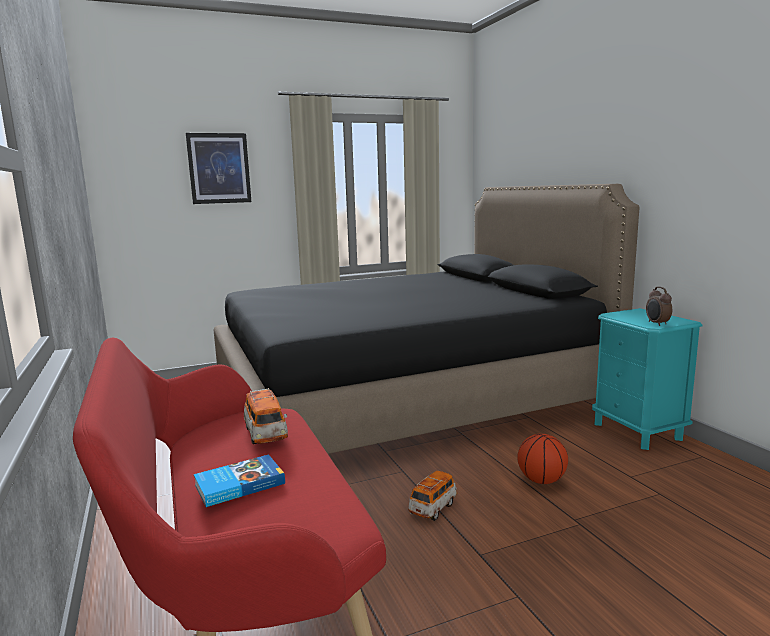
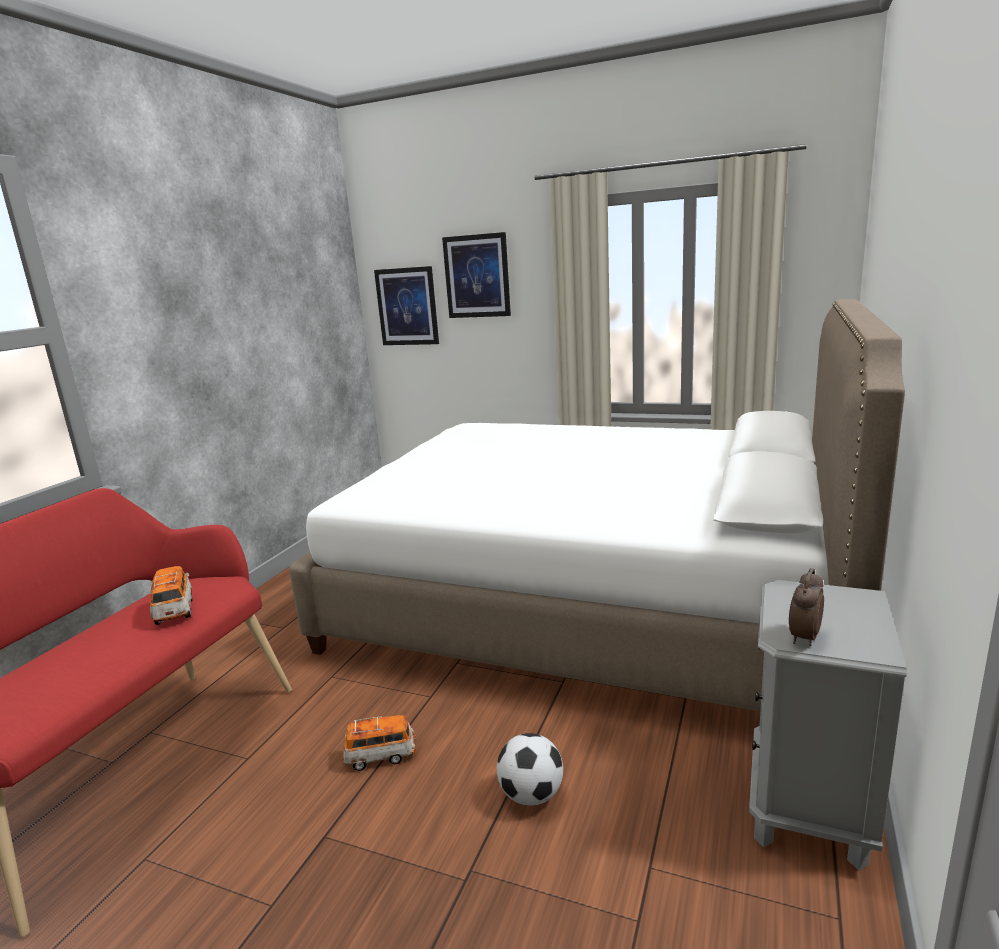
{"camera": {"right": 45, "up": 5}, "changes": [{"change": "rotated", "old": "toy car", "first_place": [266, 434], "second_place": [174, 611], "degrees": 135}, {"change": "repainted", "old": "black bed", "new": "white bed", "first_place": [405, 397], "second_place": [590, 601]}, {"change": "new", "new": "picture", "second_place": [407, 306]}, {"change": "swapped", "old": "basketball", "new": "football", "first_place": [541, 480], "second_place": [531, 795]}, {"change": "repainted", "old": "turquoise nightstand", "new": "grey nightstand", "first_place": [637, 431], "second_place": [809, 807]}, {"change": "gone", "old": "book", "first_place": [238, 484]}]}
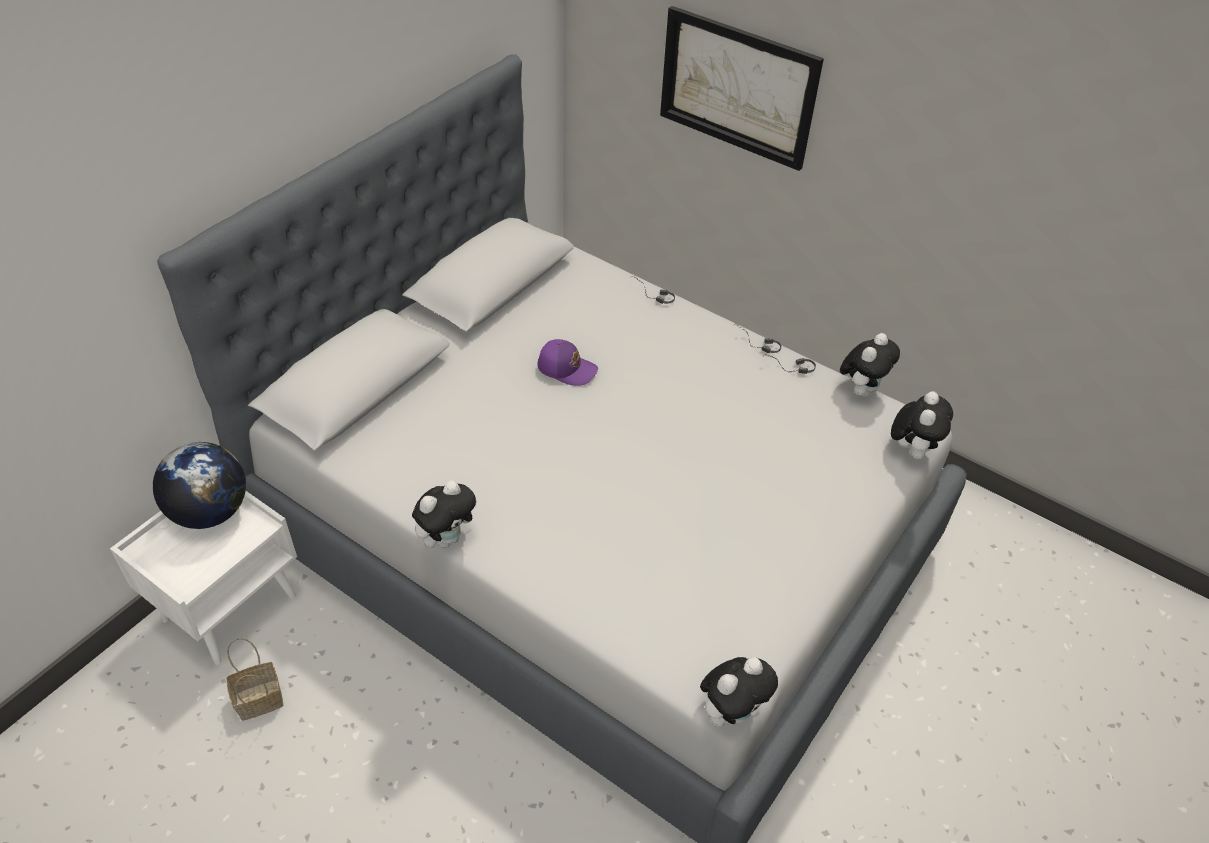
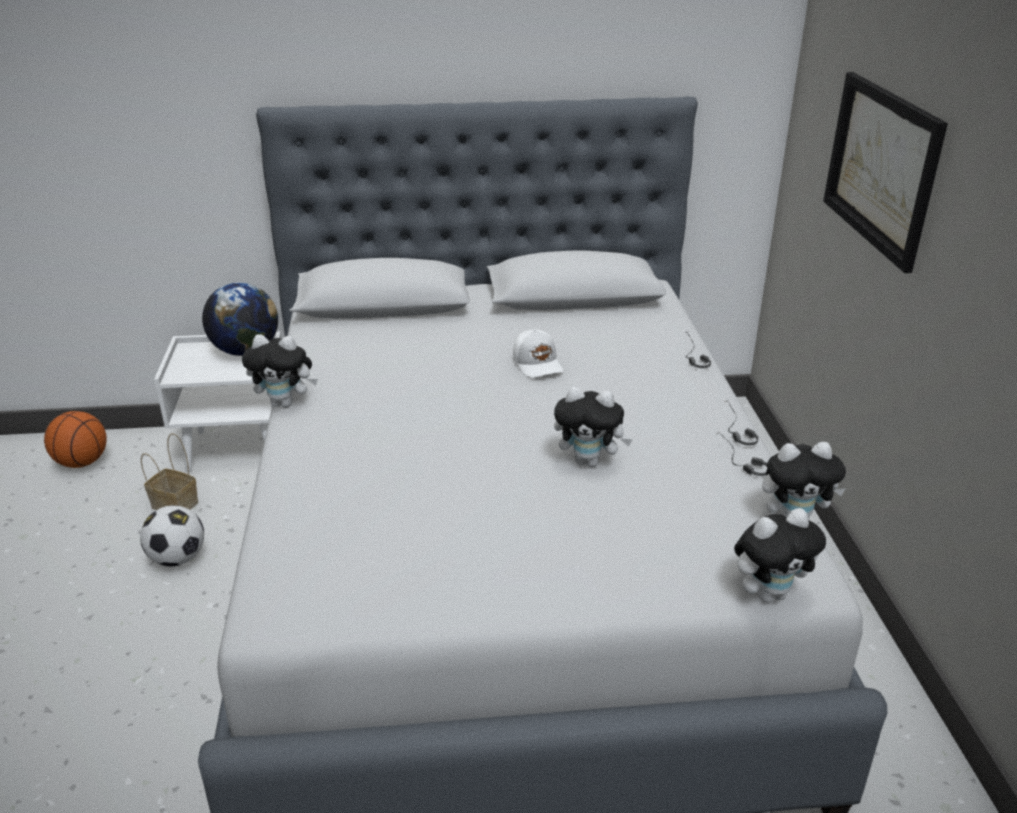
{"camera": {"right": 50, "up": -15}, "changes": [{"change": "new", "new": "basketball", "second_place": [82, 462]}, {"change": "new", "new": "football", "second_place": [178, 558]}, {"change": "repainted", "old": "purple cap", "new": "white cap", "first_place": [567, 368], "second_place": [538, 363]}, {"change": "shifted", "old": "plush toy", "first_place": [731, 712], "second_place": [589, 461]}]}
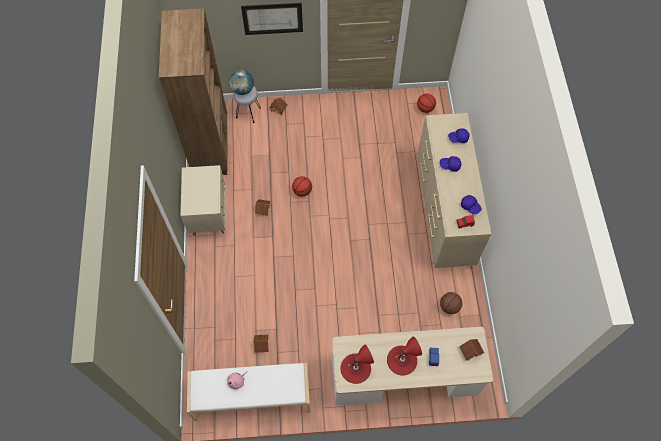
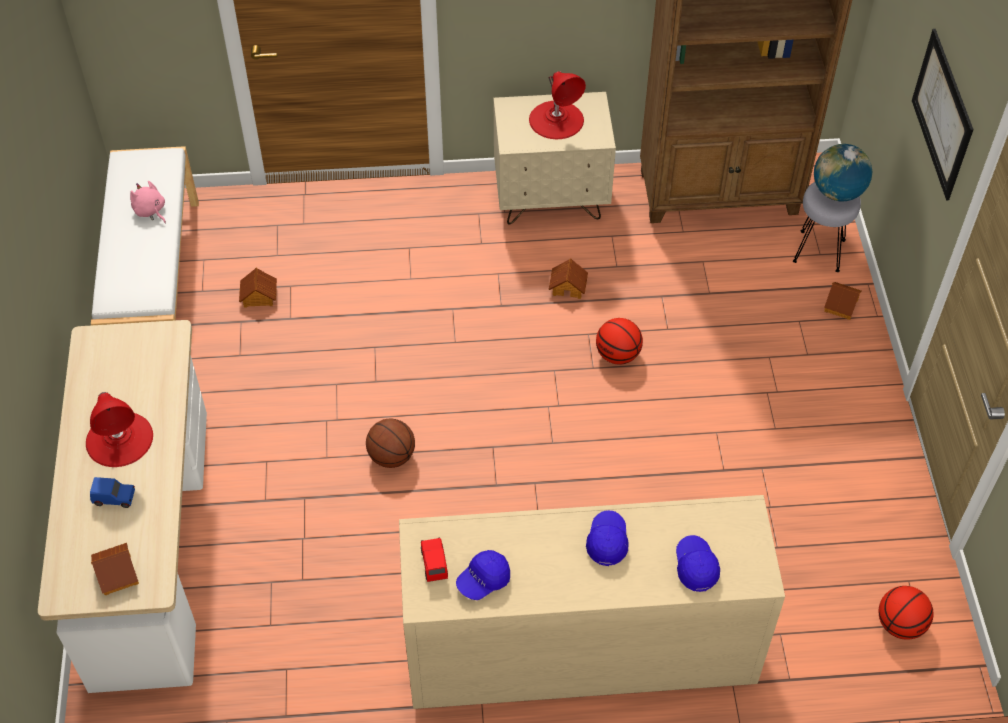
{"camera": {"right": 90, "up": -10}, "changes": [{"change": "shifted", "old": "basketball", "first_place": [449, 307], "second_place": [391, 456]}, {"change": "shifted", "old": "red table lamp", "first_place": [355, 368], "second_place": [556, 120]}]}
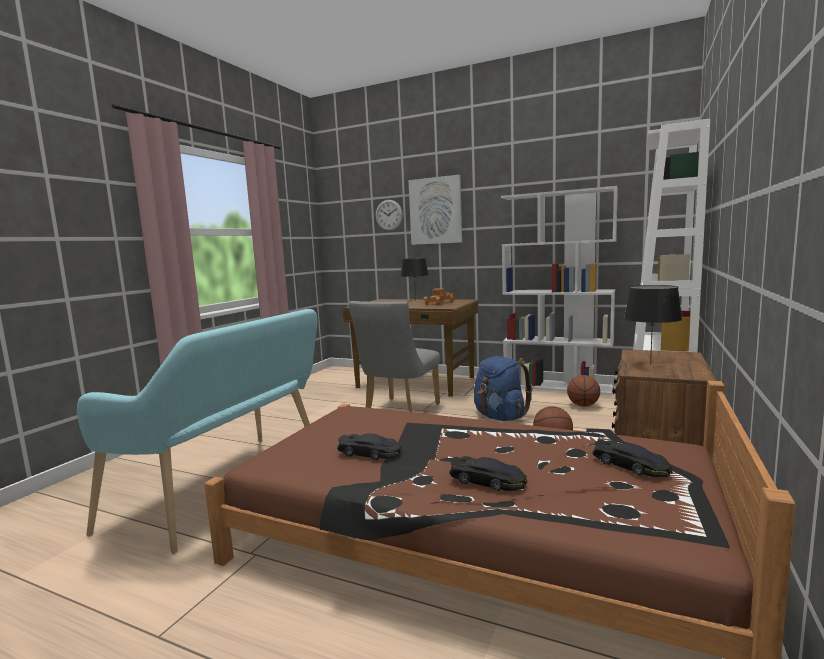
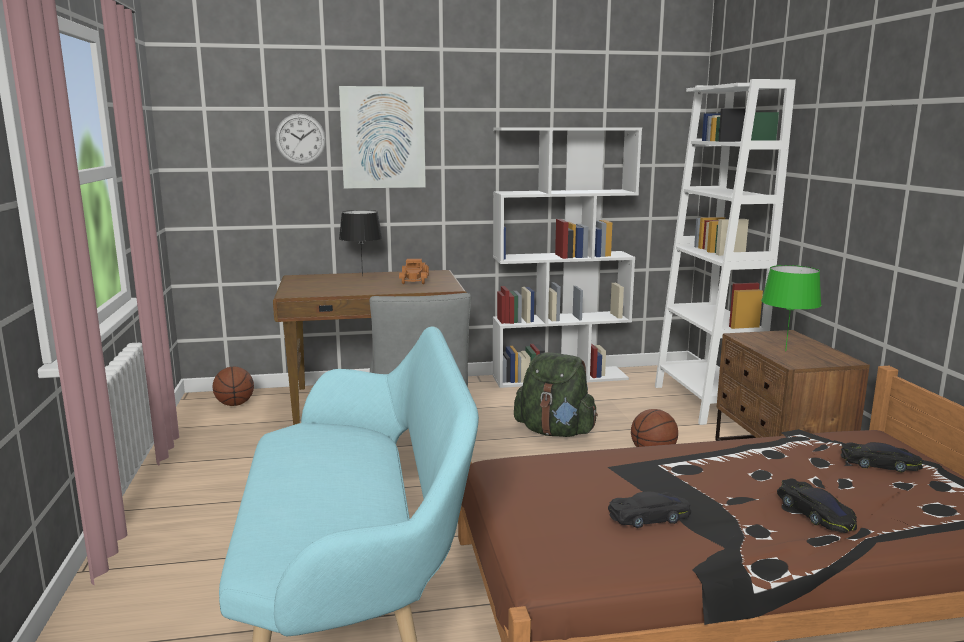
{"camera": {"right": -35, "up": 5}, "changes": [{"change": "shifted", "old": "basketball", "first_place": [583, 405], "second_place": [234, 404]}, {"change": "repainted", "old": "blue backpack", "new": "green backpack", "first_place": [500, 417], "second_place": [555, 432]}, {"change": "repainted", "old": "black table lamp", "new": "green table lamp", "first_place": [651, 364], "second_place": [786, 351]}, {"change": "rotated", "old": "black toy car", "first_place": [487, 480], "second_place": [815, 513], "degrees": 75}]}
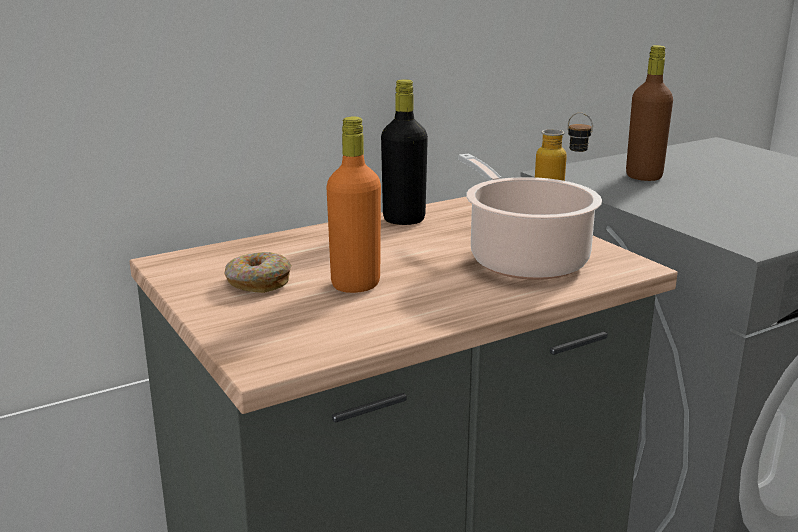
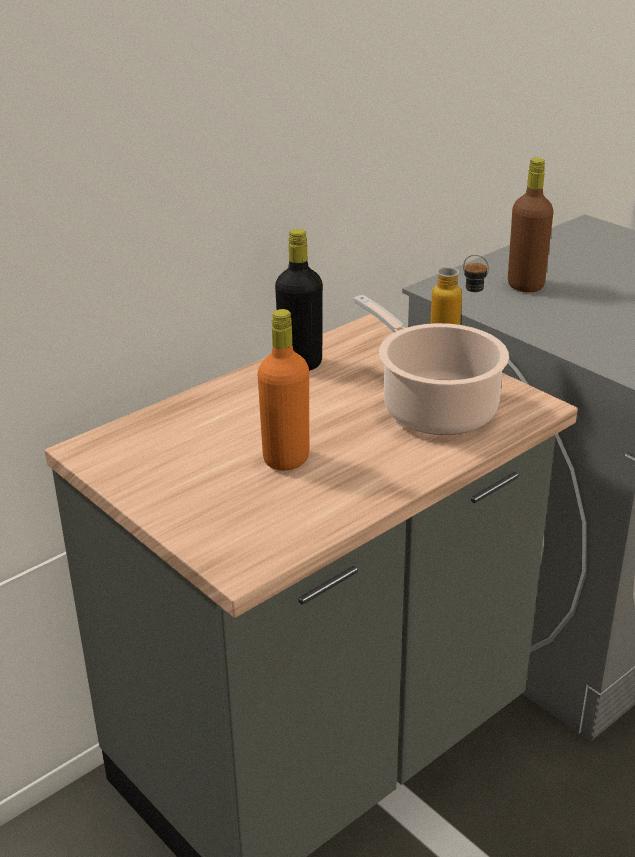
{"camera": {"right": -10, "up": 10}, "changes": [{"change": "gone", "old": "donut", "first_place": [257, 283]}]}
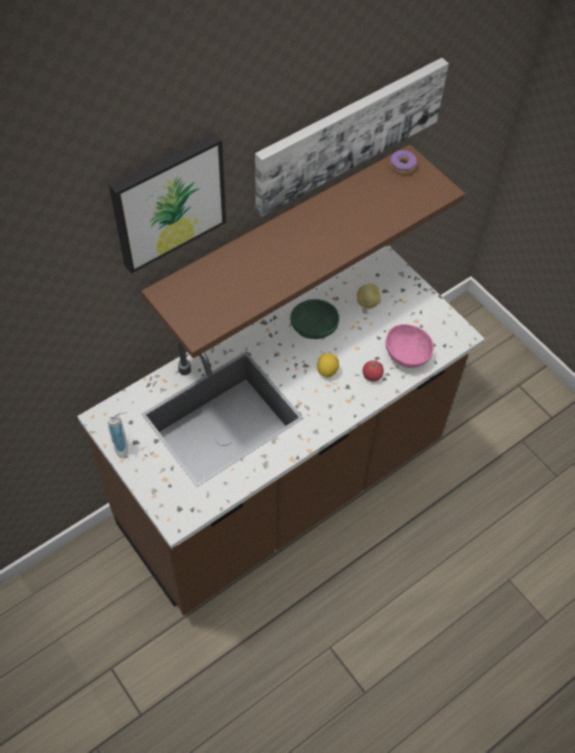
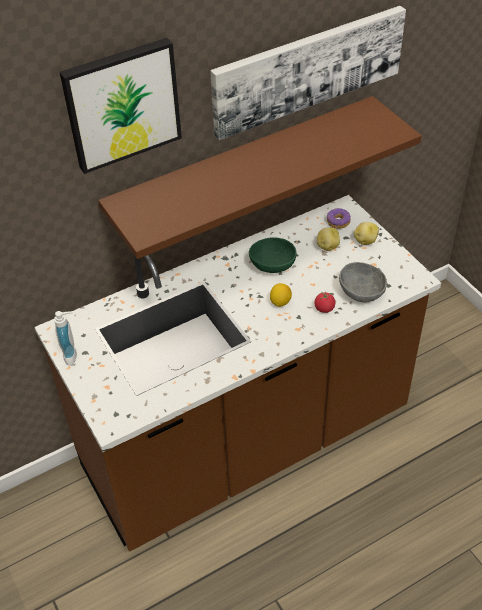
{"camera": {"right": 10, "up": -10}, "changes": [{"change": "shifted", "old": "donut", "first_place": [402, 166], "second_place": [338, 222]}, {"change": "repainted", "old": "pink bowl", "new": "grey bowl", "first_place": [407, 354], "second_place": [362, 292]}, {"change": "new", "new": "potato", "second_place": [365, 240]}]}
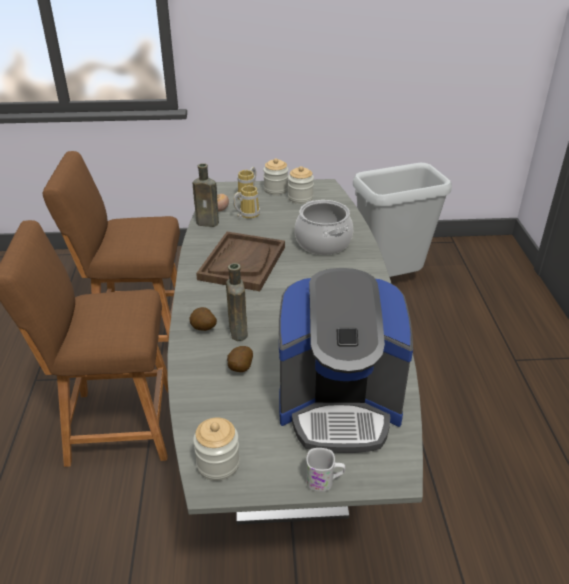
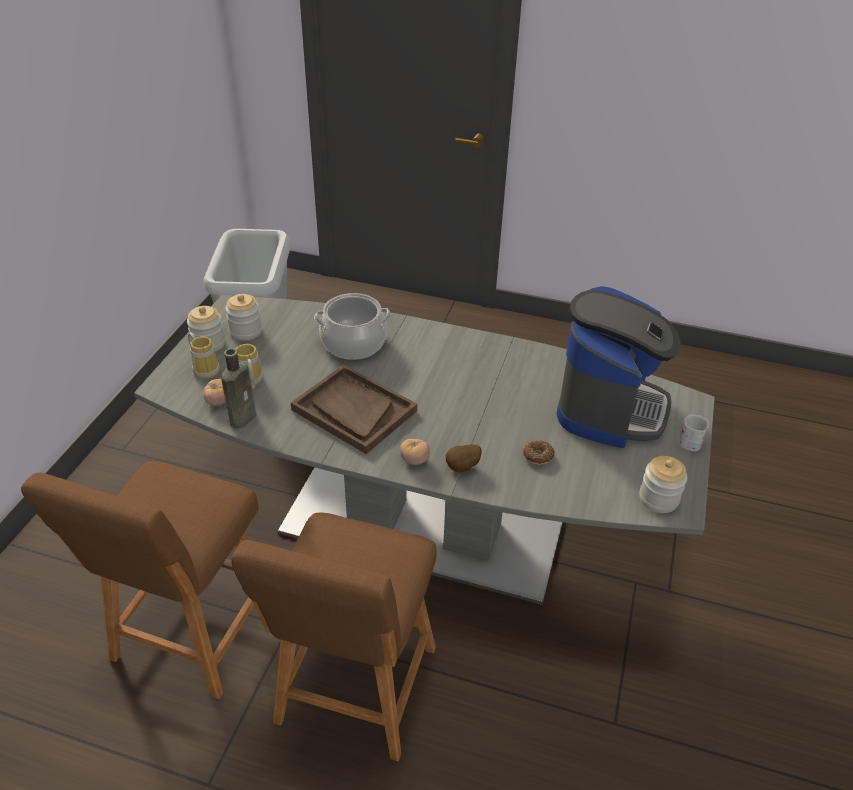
{"camera": {"right": -70, "up": 5}, "changes": [{"change": "new", "new": "tomato", "second_place": [414, 460]}, {"change": "swapped", "old": "potato", "new": "donut", "first_place": [239, 369], "second_place": [538, 456]}, {"change": "gone", "old": "brown bottle", "first_place": [237, 330]}]}
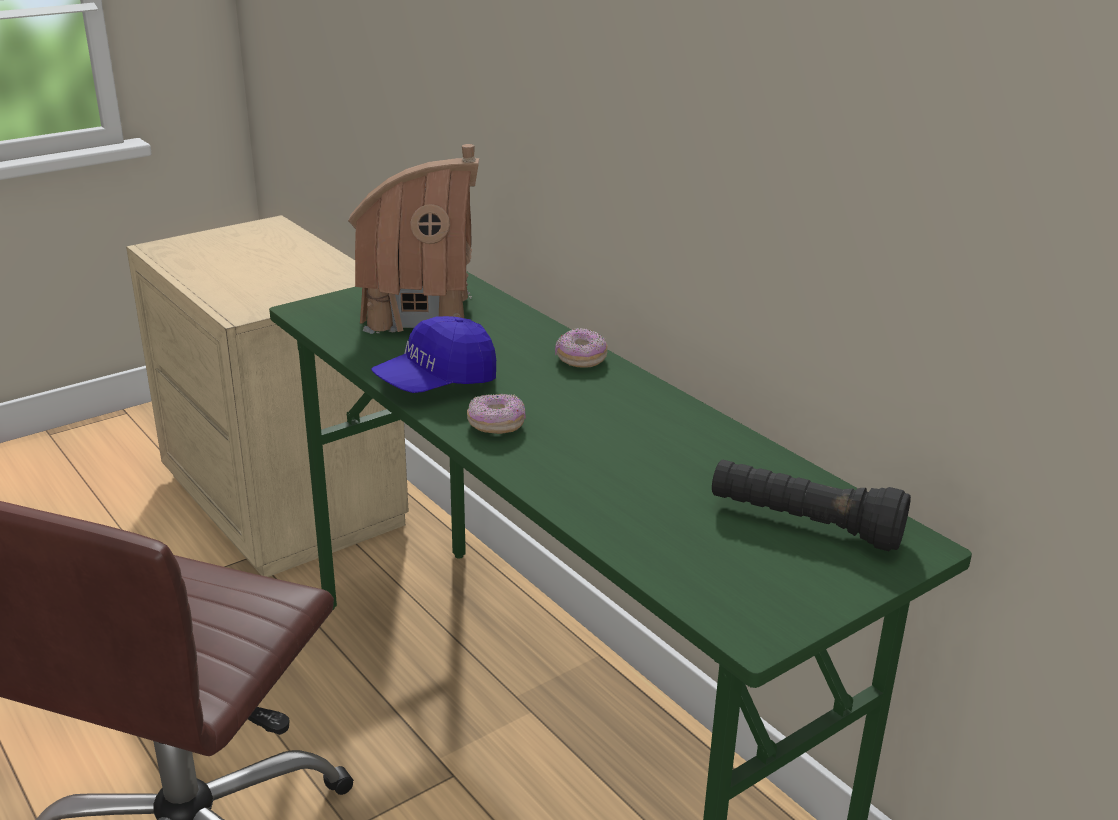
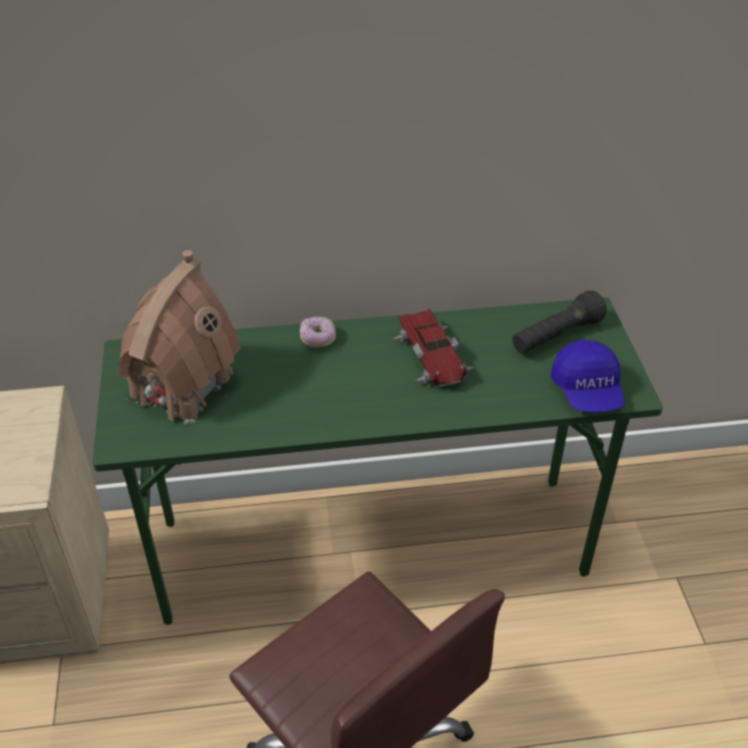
{"camera": {"right": -60, "up": 15}, "changes": [{"change": "new", "new": "toy car", "second_place": [433, 357]}, {"change": "shifted", "old": "blue cap", "first_place": [436, 383], "second_place": [587, 391]}, {"change": "gone", "old": "donut", "first_place": [496, 426]}]}
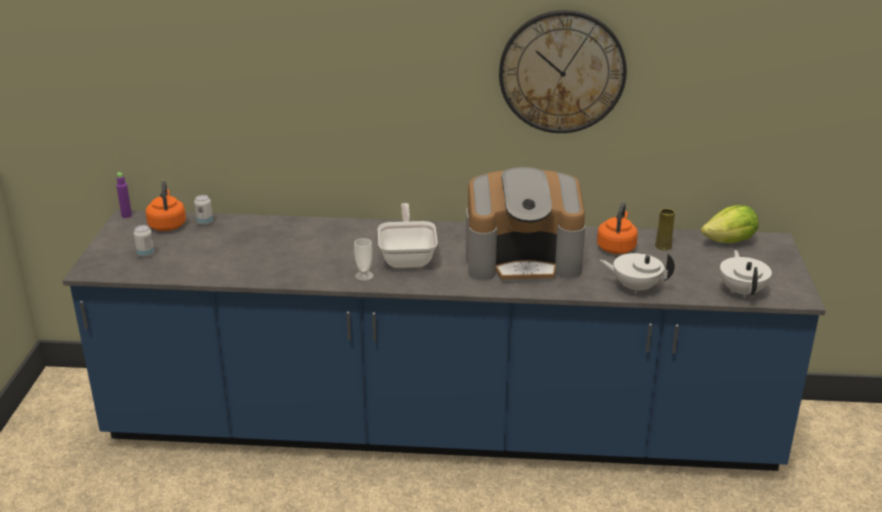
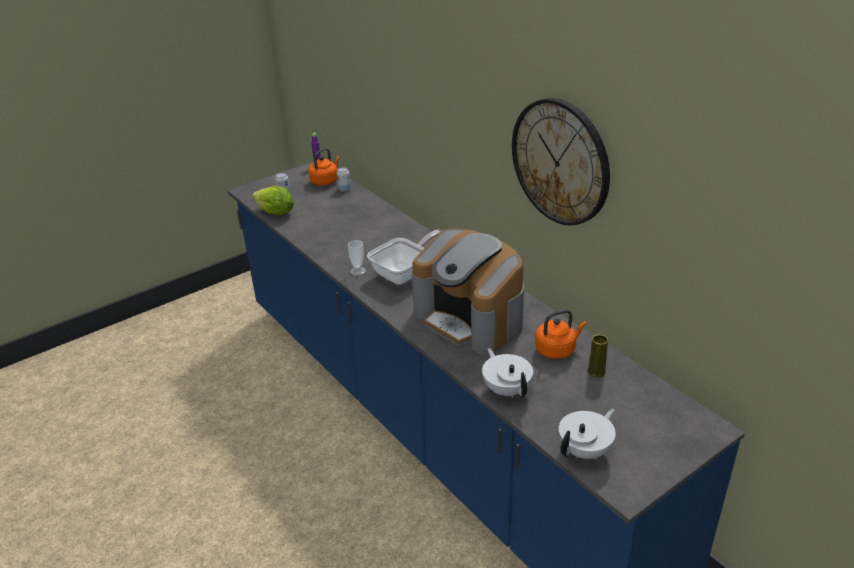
{"camera": {"right": 50, "up": 5}, "changes": [{"change": "shifted", "old": "lettuce", "first_place": [730, 241], "second_place": [276, 213]}]}
